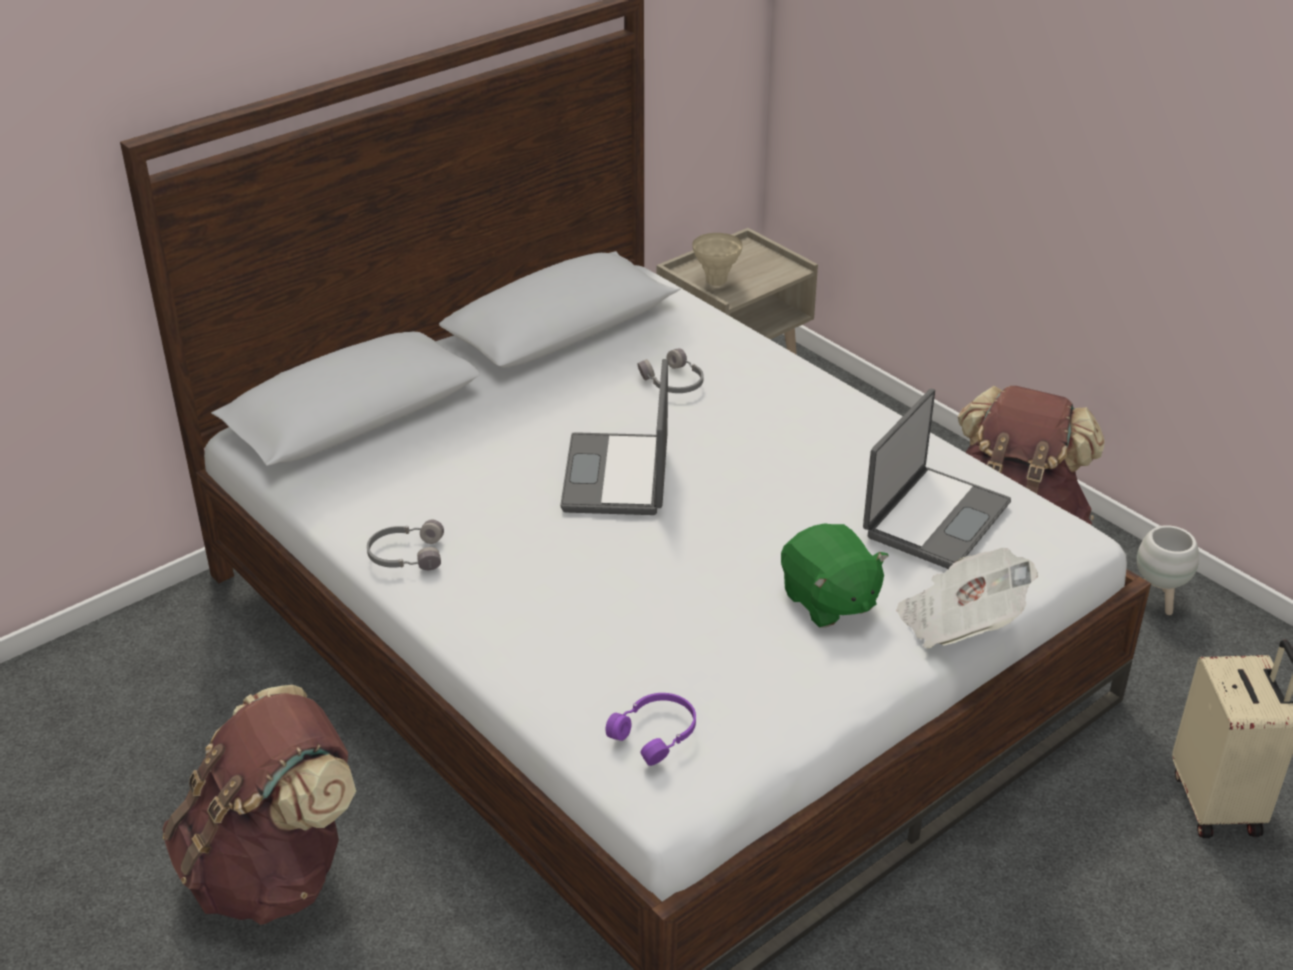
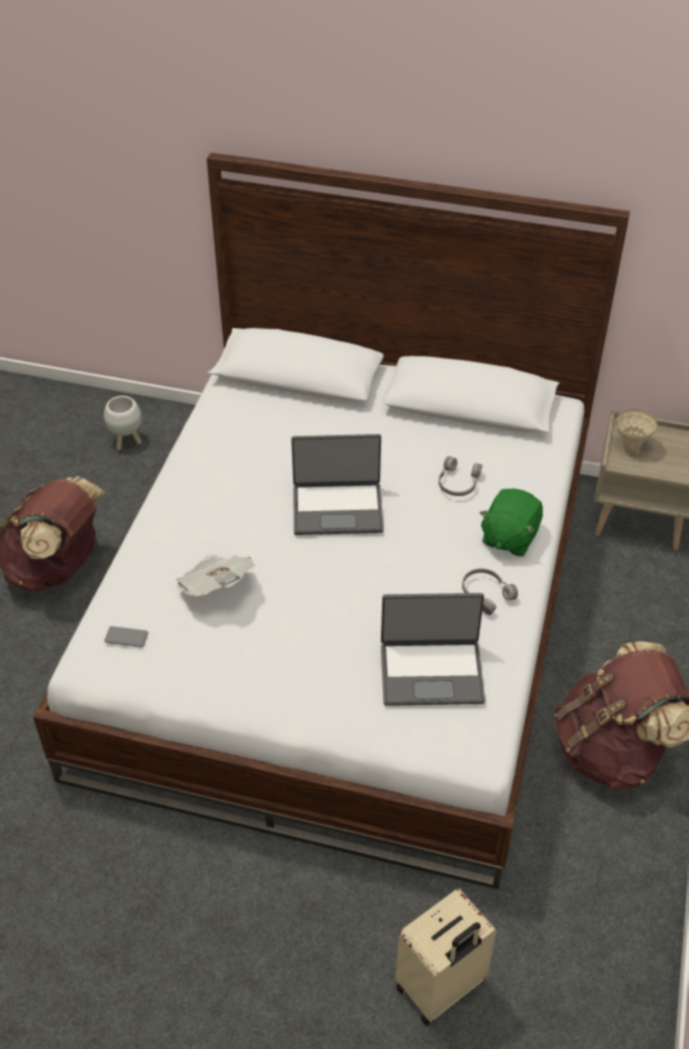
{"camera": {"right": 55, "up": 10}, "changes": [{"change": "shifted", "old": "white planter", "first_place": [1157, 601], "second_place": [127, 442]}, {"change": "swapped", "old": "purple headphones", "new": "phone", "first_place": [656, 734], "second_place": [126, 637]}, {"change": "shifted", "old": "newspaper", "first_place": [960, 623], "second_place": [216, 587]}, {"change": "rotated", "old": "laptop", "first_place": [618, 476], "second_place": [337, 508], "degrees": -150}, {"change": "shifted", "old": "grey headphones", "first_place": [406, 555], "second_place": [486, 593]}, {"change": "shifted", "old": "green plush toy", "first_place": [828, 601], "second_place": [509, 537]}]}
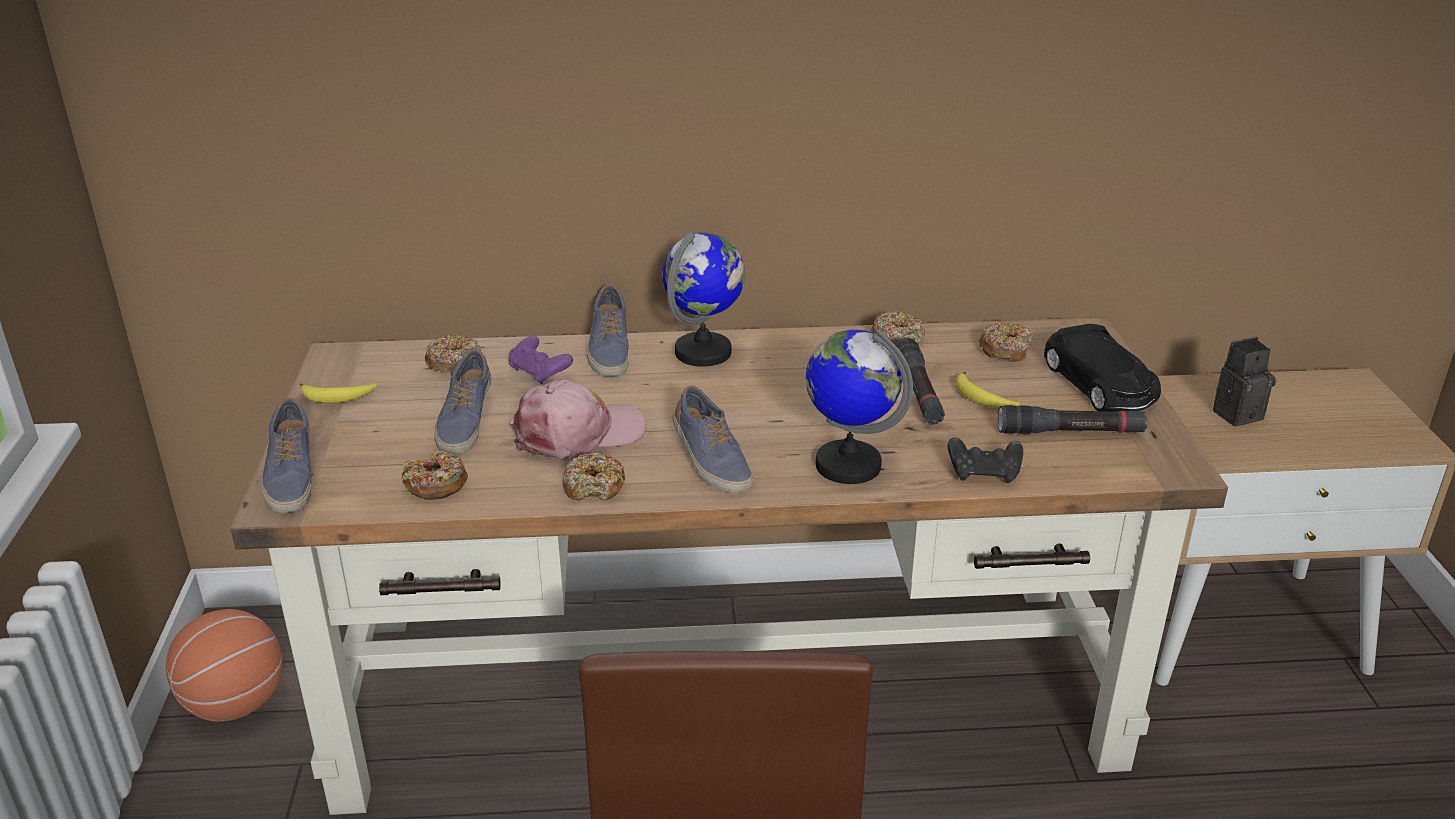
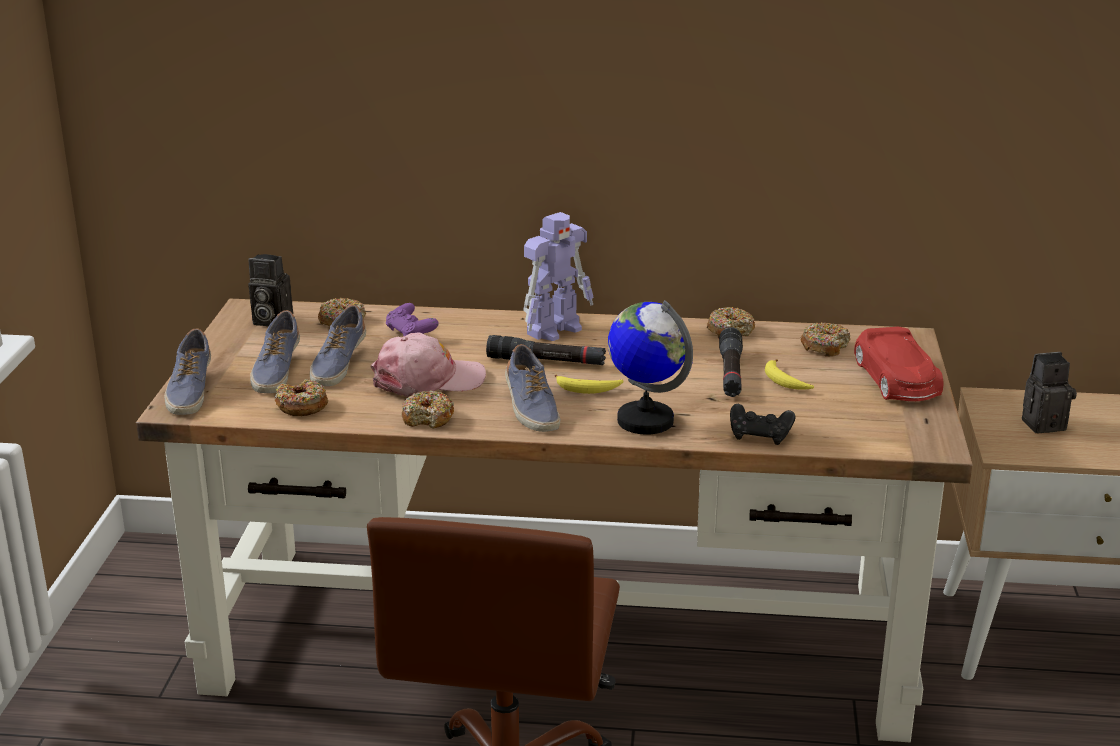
{"camera": {"right": 10, "up": -5}, "changes": [{"change": "new", "new": "photo camera", "second_place": [269, 321]}, {"change": "shifted", "old": "shoe", "first_place": [608, 350], "second_place": [276, 371]}, {"change": "shifted", "old": "black flashlight", "first_place": [1070, 432], "second_place": [546, 361]}, {"change": "swapped", "old": "globe", "new": "toy robot", "first_place": [704, 352], "second_place": [556, 329]}, {"change": "shifted", "old": "banana", "first_place": [338, 397], "second_place": [588, 389]}, {"change": "repainted", "old": "black toy car", "new": "red toy car", "first_place": [1099, 385], "second_place": [896, 380]}, {"change": "gone", "old": "basketball", "first_place": [236, 703]}]}
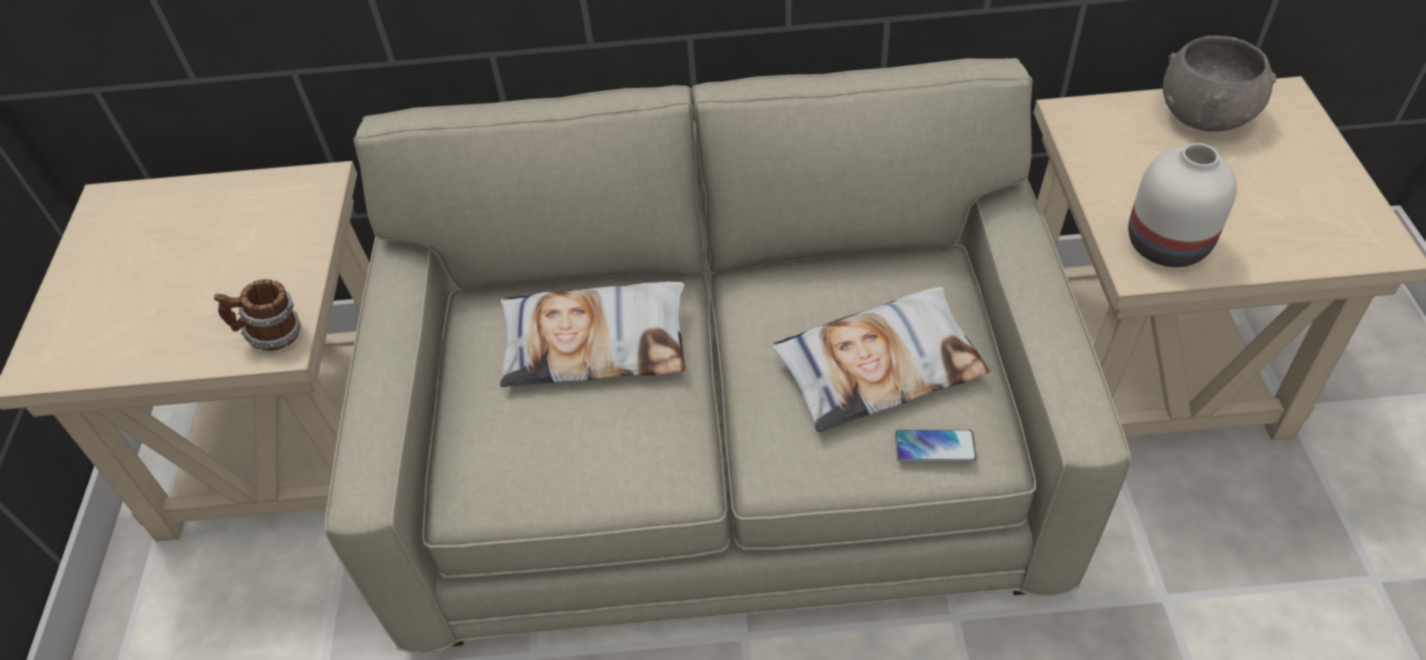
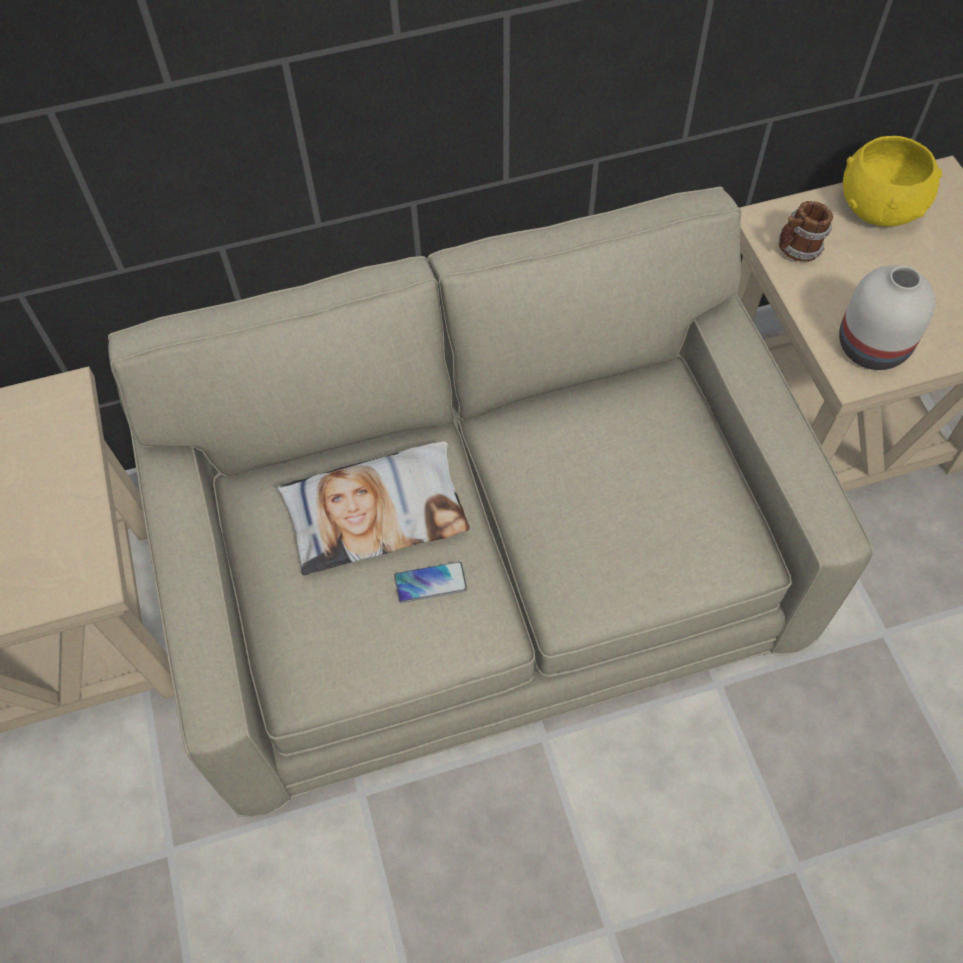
{"camera": {"right": -15, "up": 10}, "changes": [{"change": "shifted", "old": "phone", "first_place": [935, 447], "second_place": [430, 582]}, {"change": "shifted", "old": "mug", "first_place": [272, 336], "second_place": [796, 251]}, {"change": "repainted", "old": "grey bowl", "new": "yellow bowl", "first_place": [1207, 114], "second_place": [881, 206]}, {"change": "gone", "old": "pillow", "first_place": [879, 366]}]}
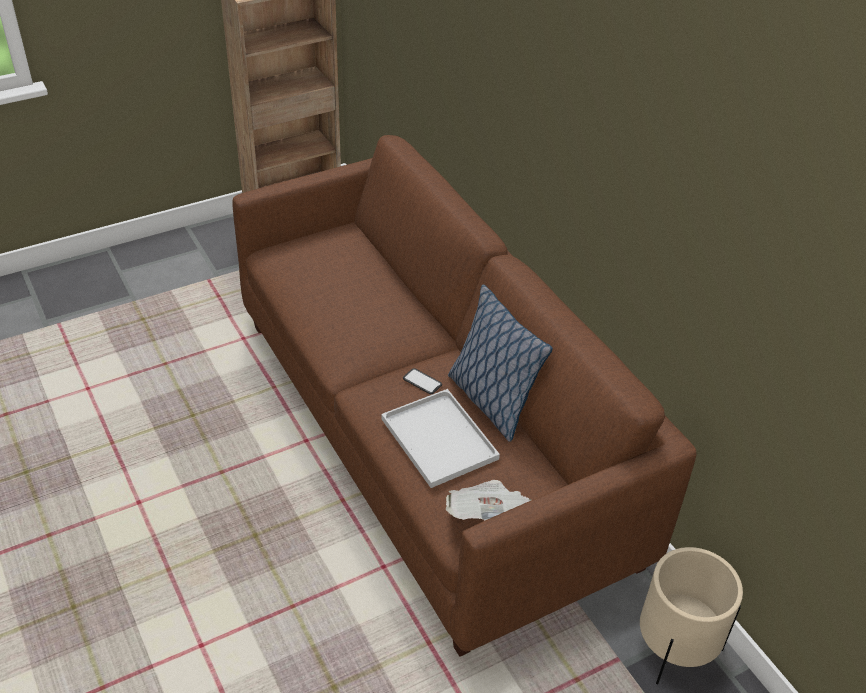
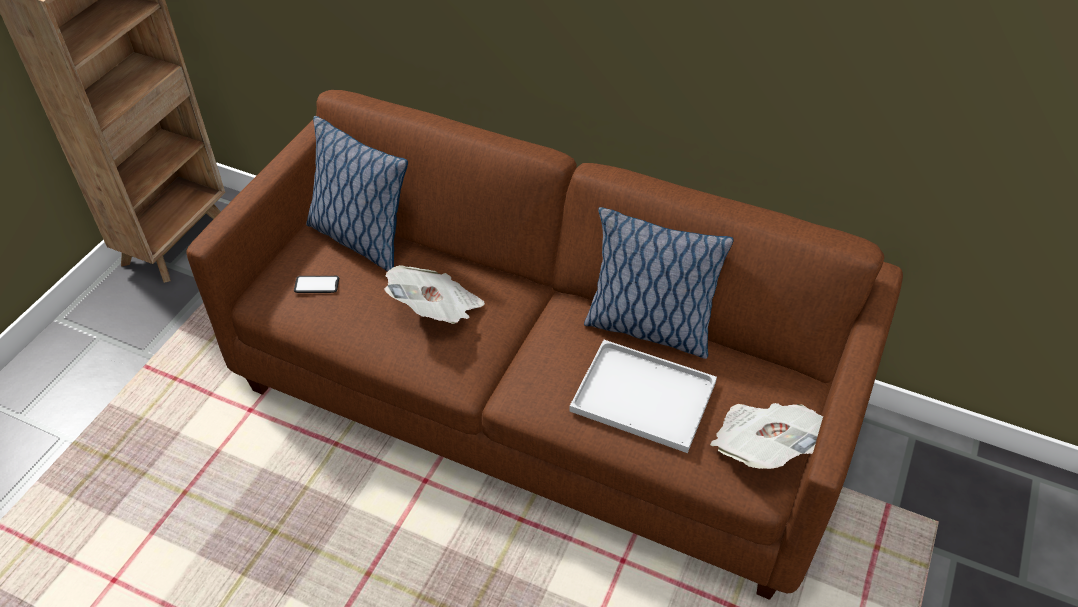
{"camera": {"right": -35, "up": 5}, "changes": [{"change": "shifted", "old": "phone", "first_place": [422, 382], "second_place": [316, 285]}, {"change": "new", "new": "pillow", "second_place": [359, 238]}, {"change": "new", "new": "newspaper", "second_place": [437, 310]}, {"change": "gone", "old": "beige planter", "first_place": [675, 647]}]}
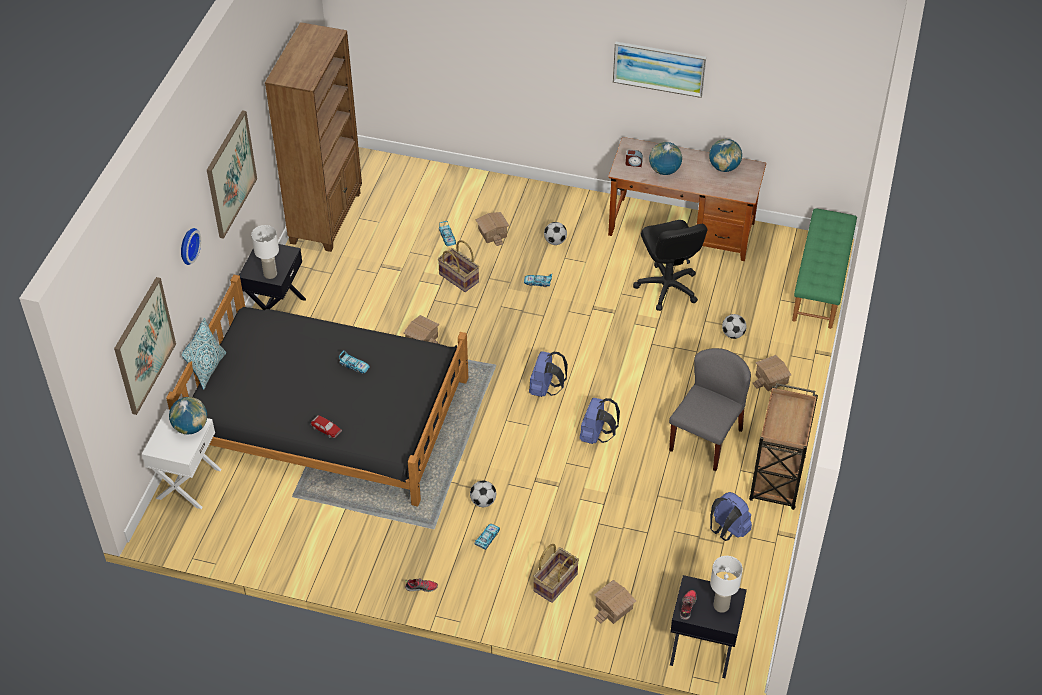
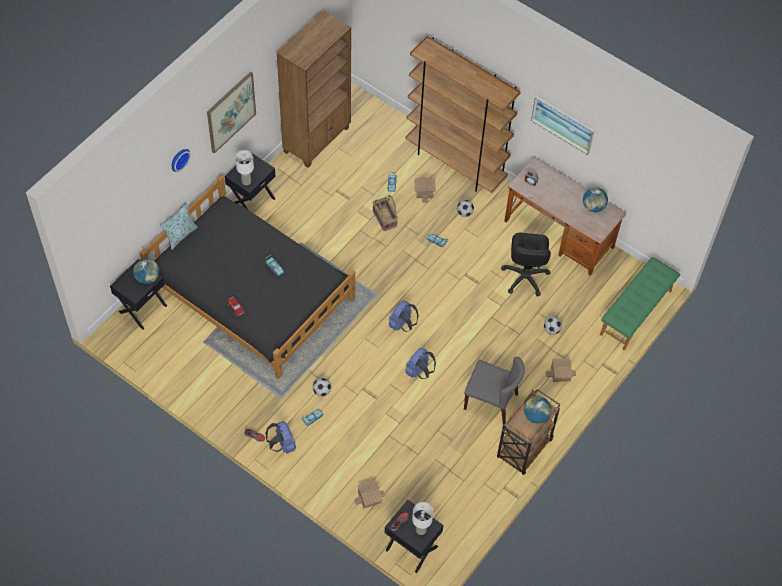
{"camera": {"right": 20, "up": 10}, "changes": [{"change": "repainted", "old": "white nightstand", "new": "black nightstand", "first_place": [188, 483], "second_place": [142, 308]}, {"change": "shifted", "old": "blue backpack", "first_place": [727, 531], "second_place": [282, 445]}, {"change": "new", "new": "brown bookcase", "second_place": [455, 163]}, {"change": "rotated", "old": "grey chair", "first_place": [705, 439], "second_place": [491, 402], "degrees": 60}, {"change": "shifted", "old": "globe", "first_place": [664, 171], "second_place": [536, 416]}, {"change": "gone", "old": "picture", "first_place": [144, 345]}, {"change": "gone", "old": "toy house", "first_place": [422, 338]}, {"change": "gone", "old": "basket", "first_place": [556, 583]}]}
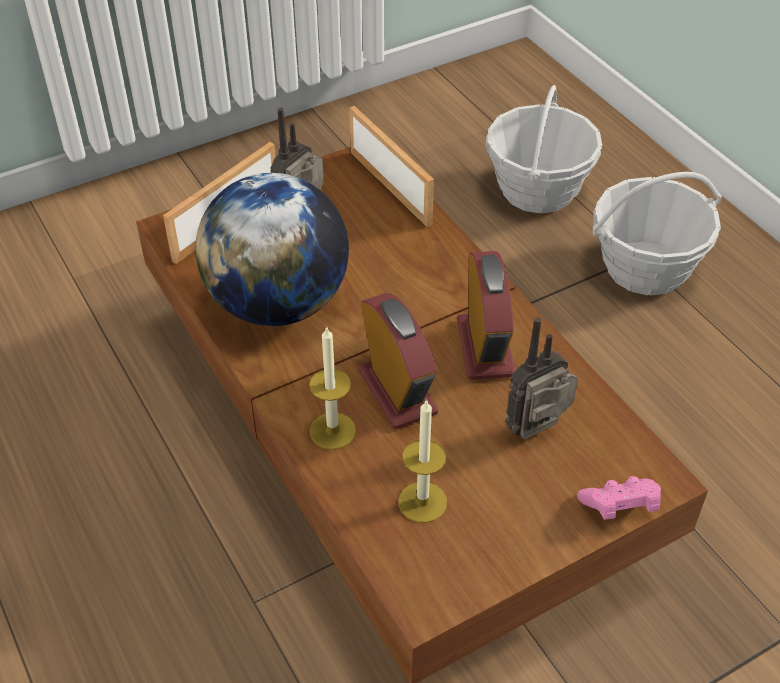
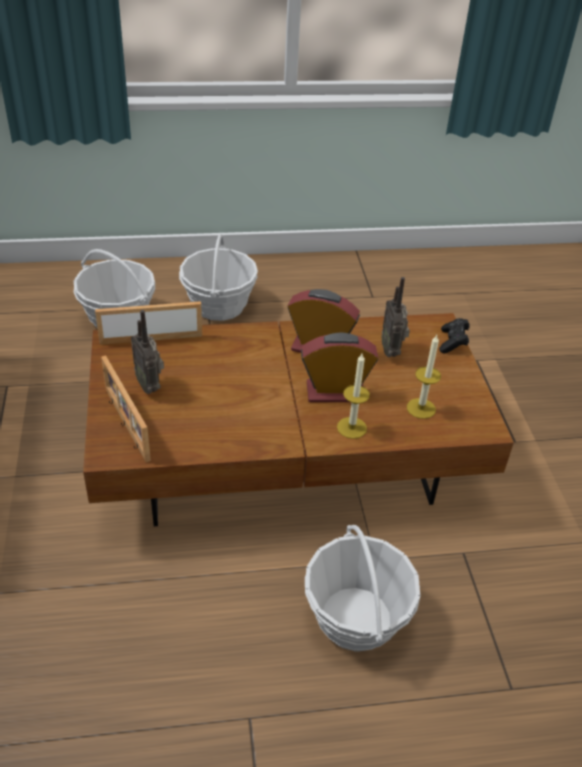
{"camera": {"right": -70, "up": -5}, "changes": [{"change": "new", "new": "basket", "second_place": [356, 618]}, {"change": "repainted", "old": "pink game controller", "new": "black game controller", "first_place": [619, 507], "second_place": [453, 343]}, {"change": "gone", "old": "globe", "first_place": [278, 304]}]}
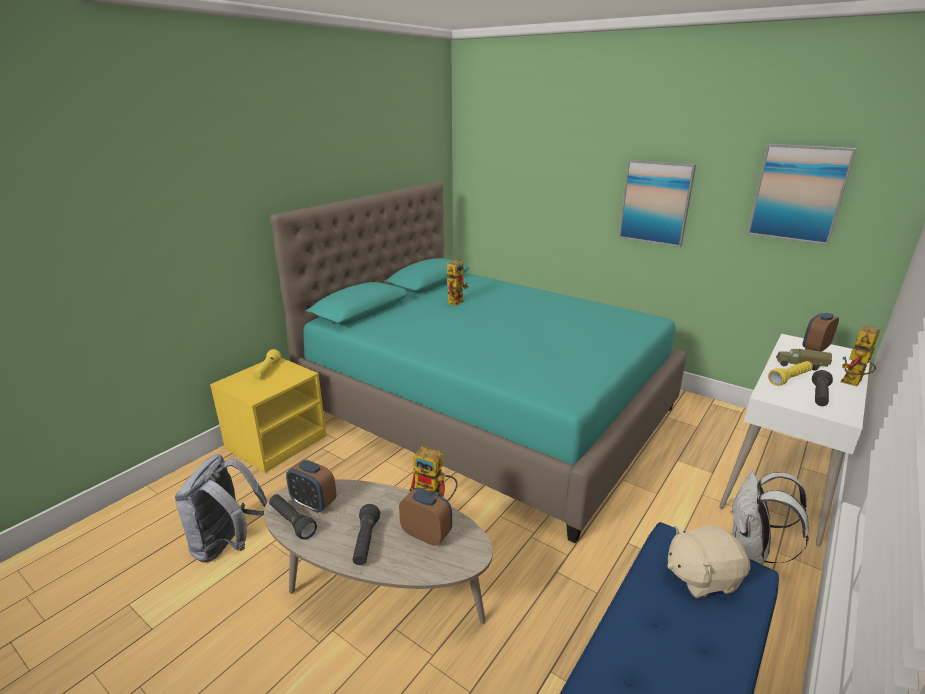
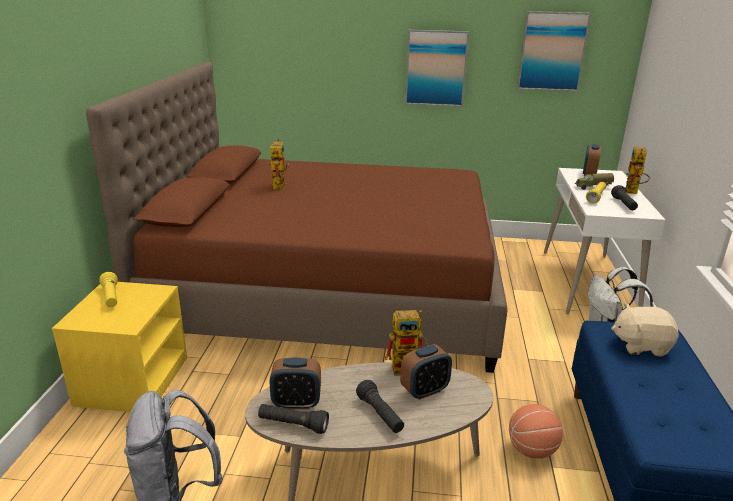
{"camera": {"right": -30, "up": 0}, "changes": [{"change": "repainted", "old": "turquoise bed", "new": "brown bed", "first_place": [487, 409], "second_place": [329, 290]}, {"change": "rotated", "old": "alarm clock", "first_place": [426, 535], "second_place": [424, 390], "degrees": 150}, {"change": "new", "new": "basketball", "second_place": [532, 450]}, {"change": "rotated", "old": "beige plush toy", "first_place": [701, 577], "second_place": [640, 345], "degrees": 45}]}
